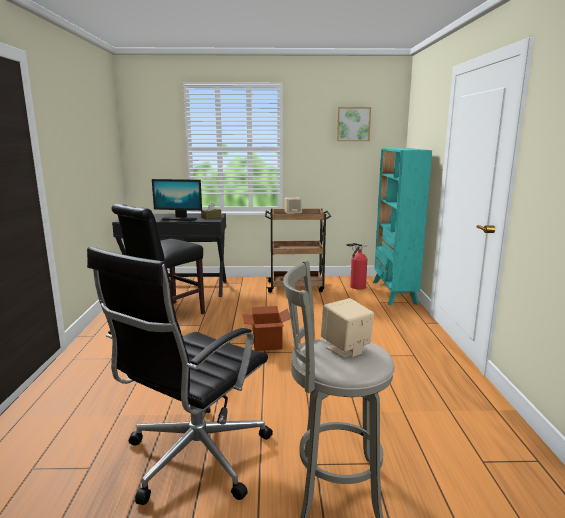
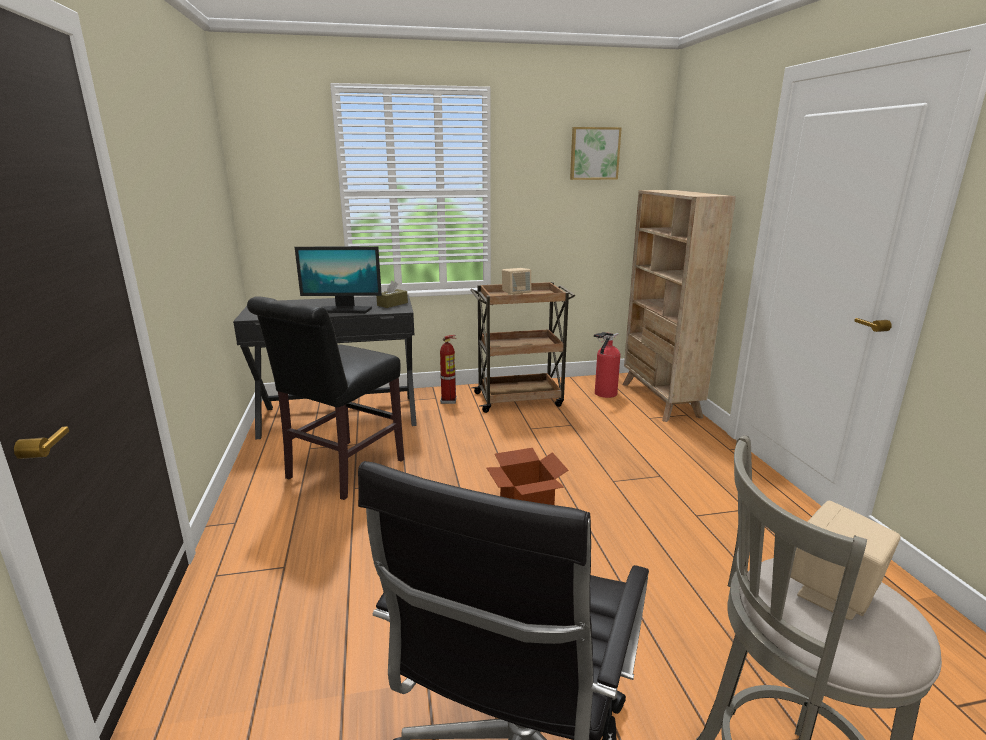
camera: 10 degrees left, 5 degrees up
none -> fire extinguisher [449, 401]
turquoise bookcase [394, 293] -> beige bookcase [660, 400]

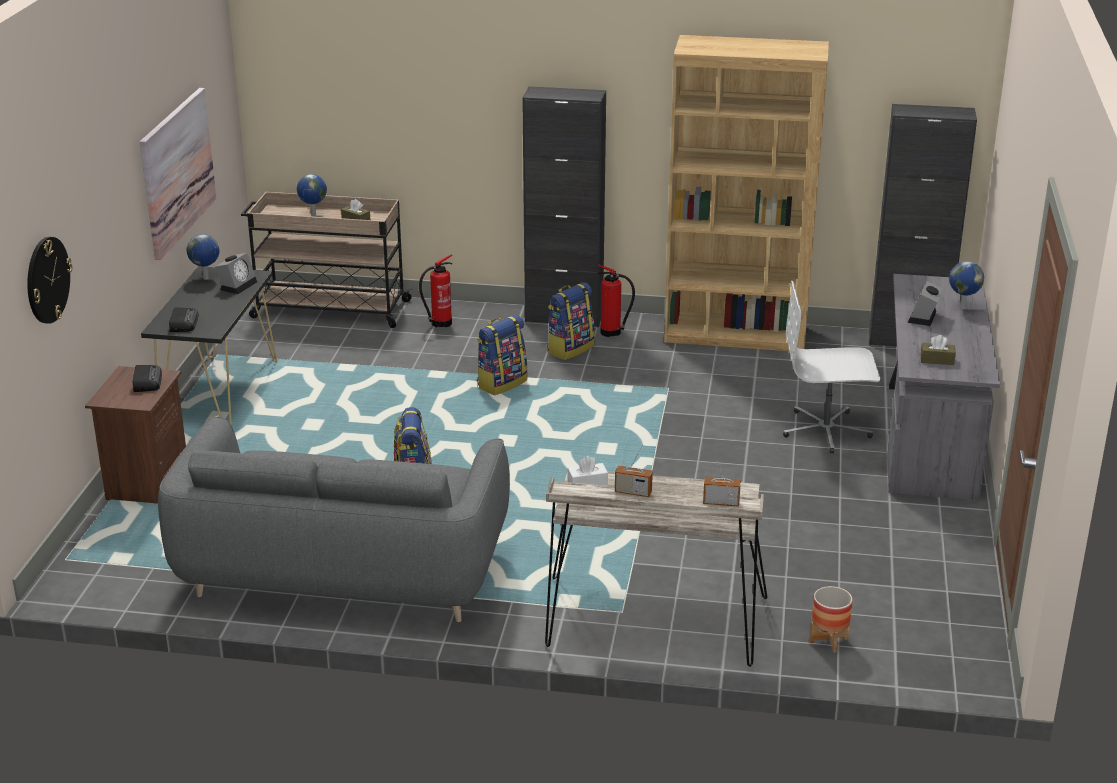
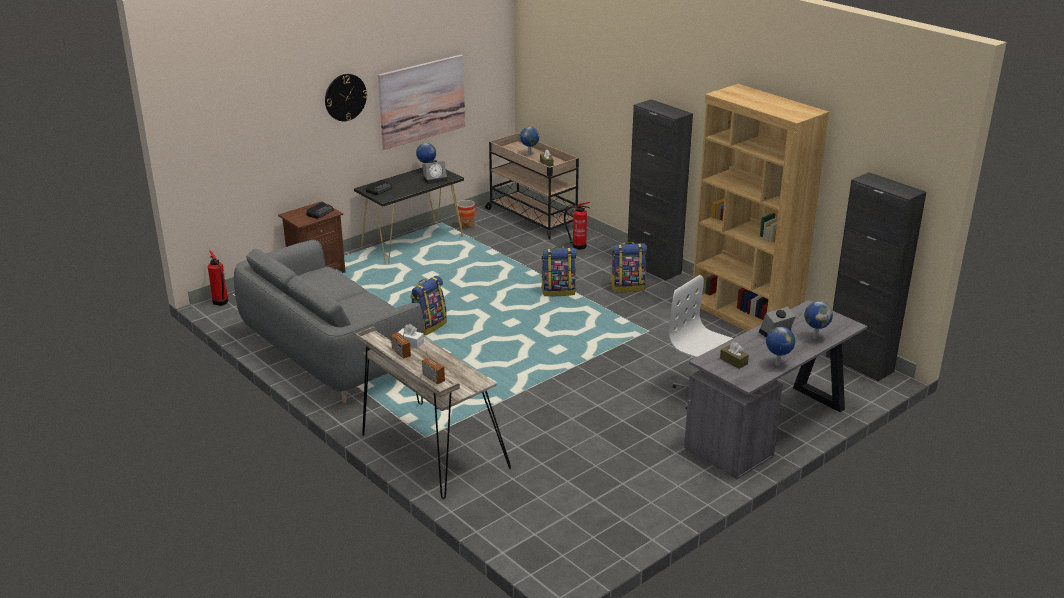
camera: 40 degrees right, 0 degrees up
fire extinguisher [612, 333] -> fire extinguisher [221, 302], moved
wall clock [47, 280] -> wall clock [345, 97], moved
planter [828, 640] -> planter [466, 226], moved
none -> globe [777, 365]

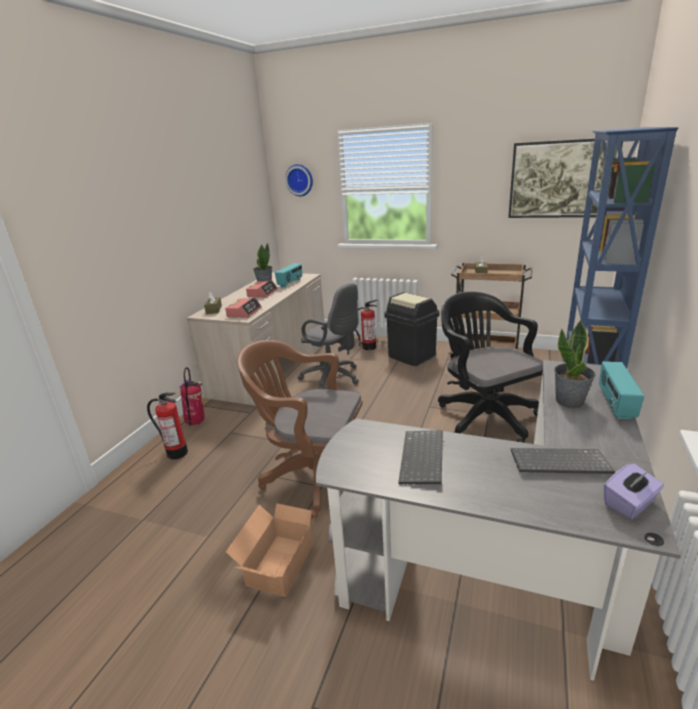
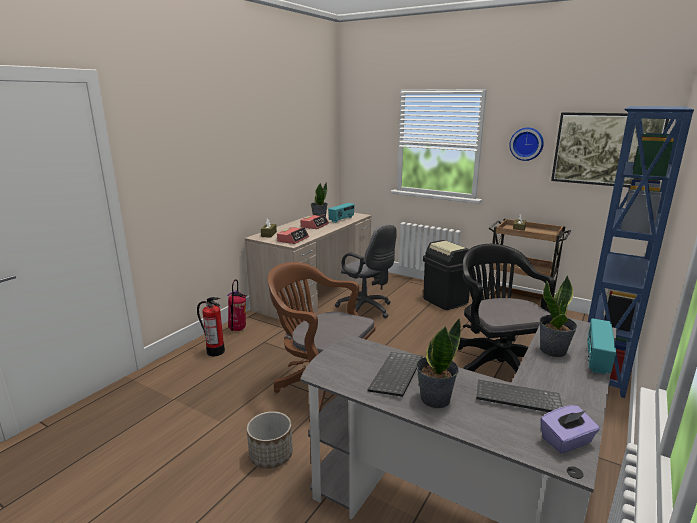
camera: 10 degrees right, 5 degrees down
cardboard box [277, 565] -> planter [270, 455]
none -> potted plant [434, 398]
wall clock [300, 180] -> wall clock [526, 144], moved
fire extinguisher [369, 347] -> none

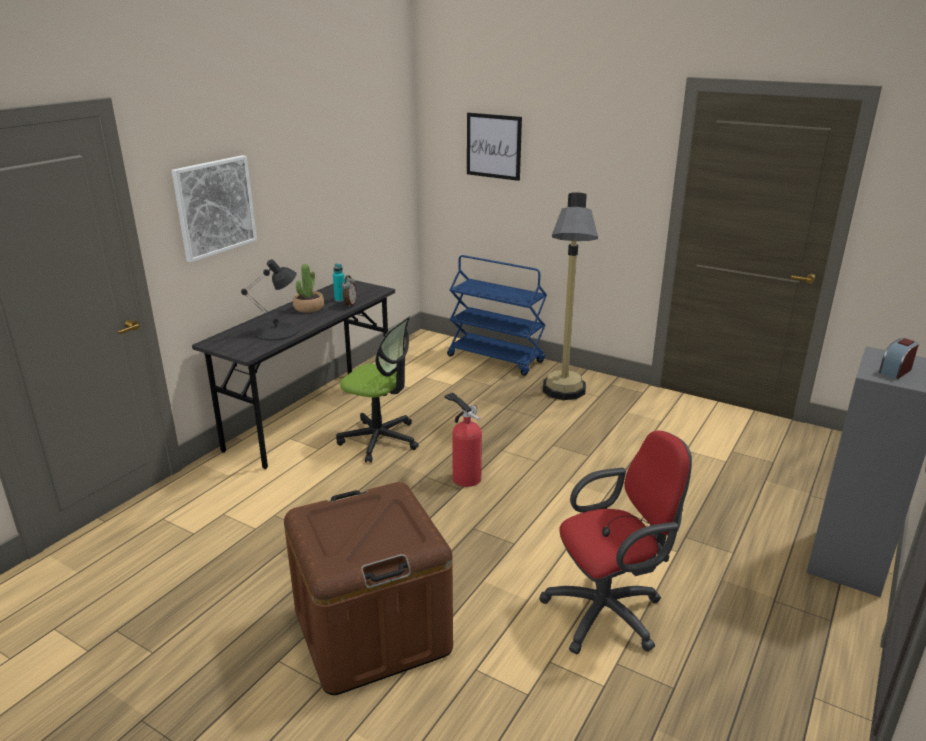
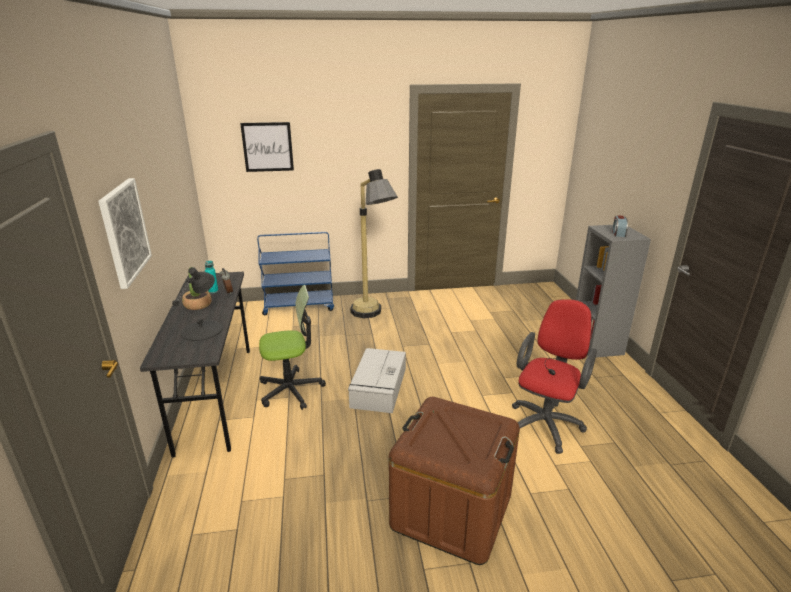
camera: 40 degrees left, 0 degrees up
fire extinguisher [464, 477] -> grey storage box [378, 388]

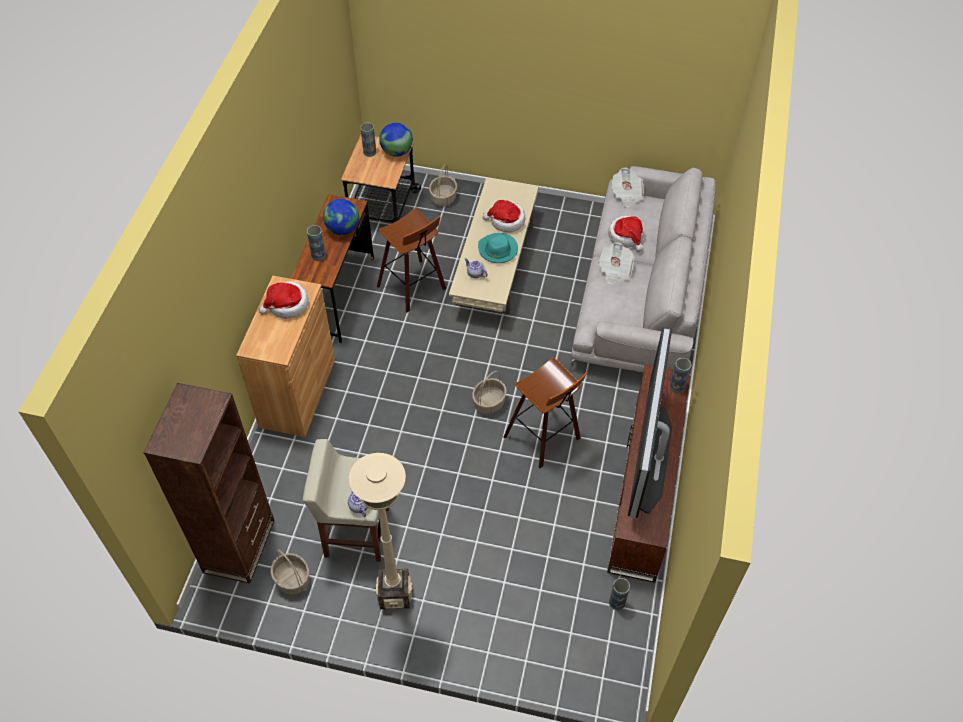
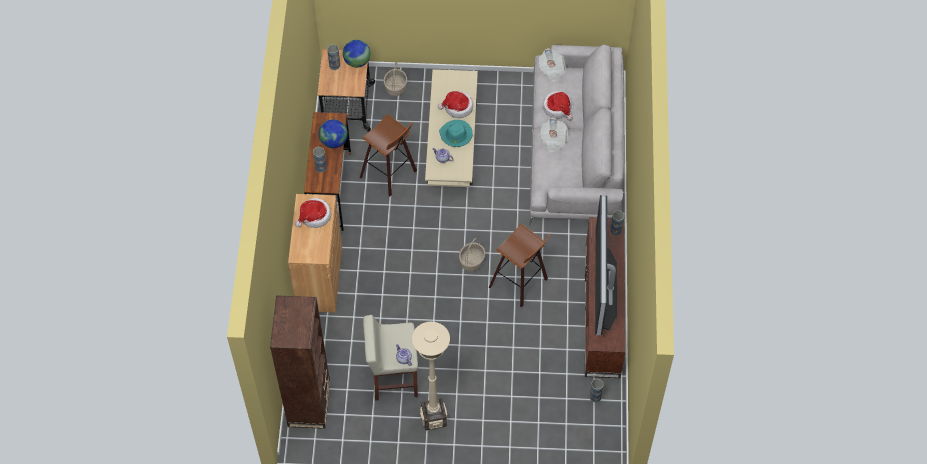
camera: 10 degrees left, 5 degrees up
basket [292, 579] -> none

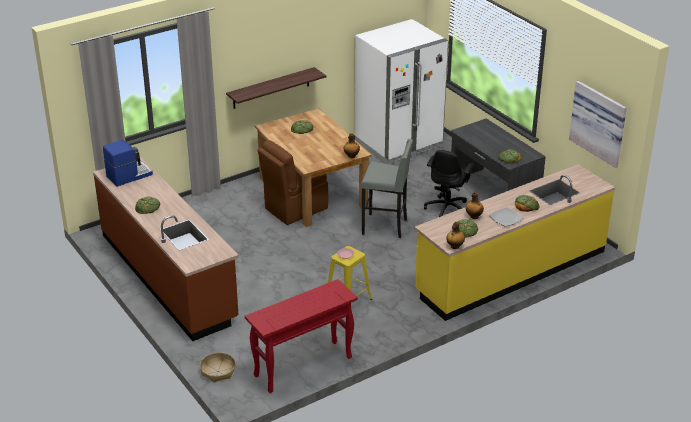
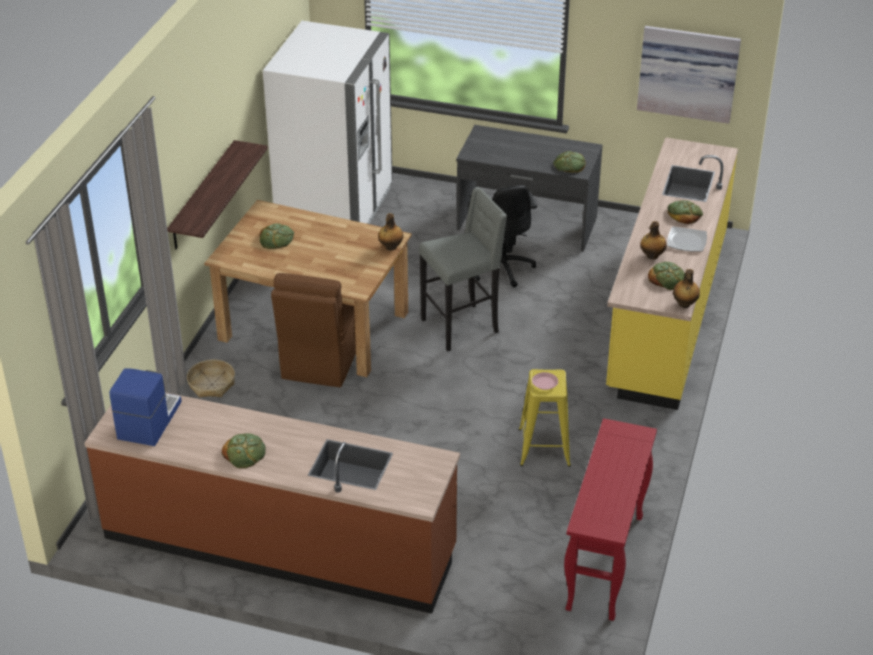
camera: 40 degrees left, 5 degrees up
basket [218, 371] -> basket [212, 385], moved

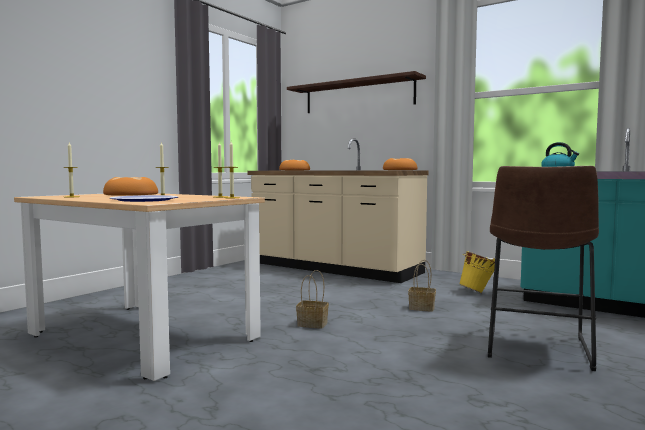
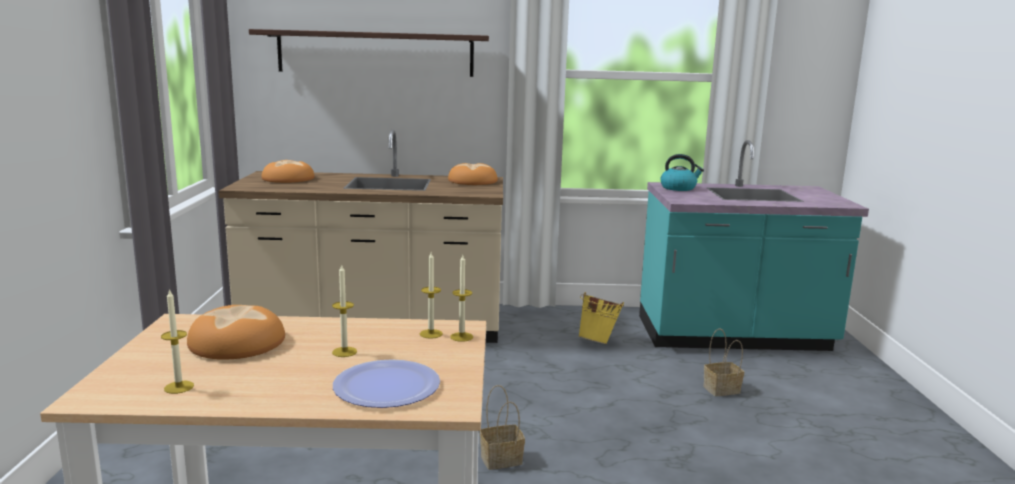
camera: 35 degrees left, 10 degrees up
basket [422, 308] -> basket [722, 389], moved
brown stool [536, 349] -> none

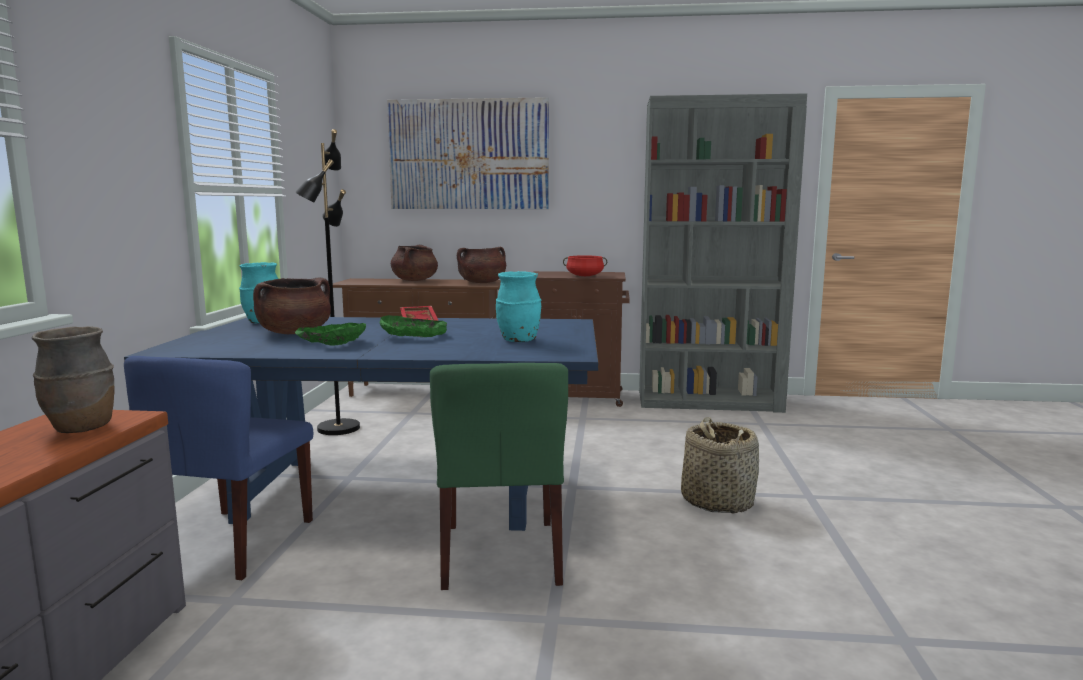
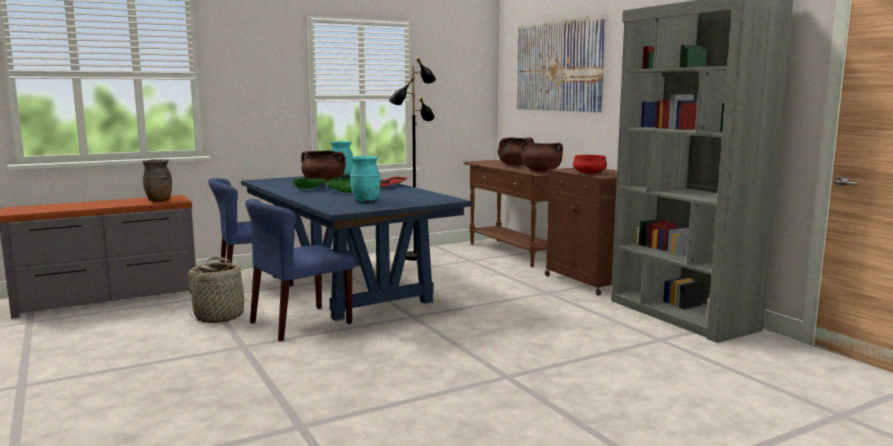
camera: 55 degrees right, 0 degrees up
basket [717, 501] -> basket [220, 316], moved
green chair [501, 554] -> blue chair [300, 323]

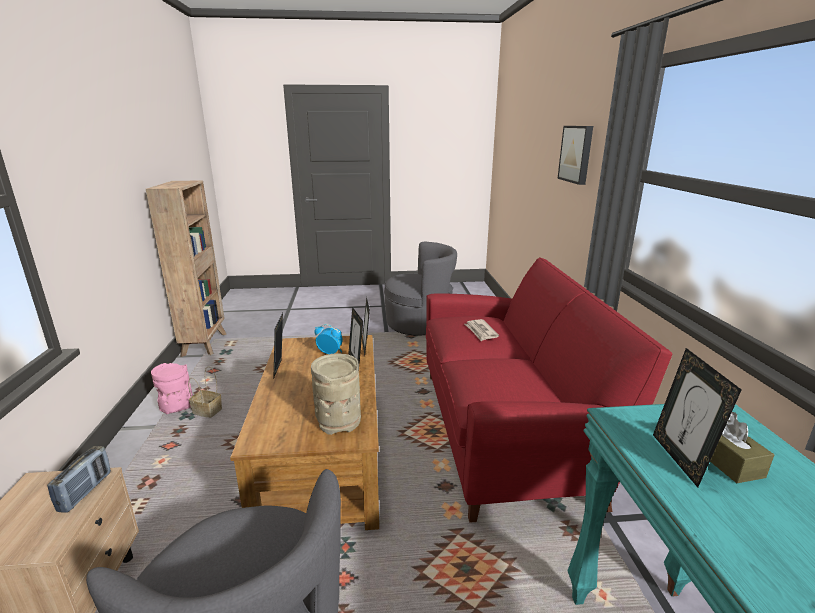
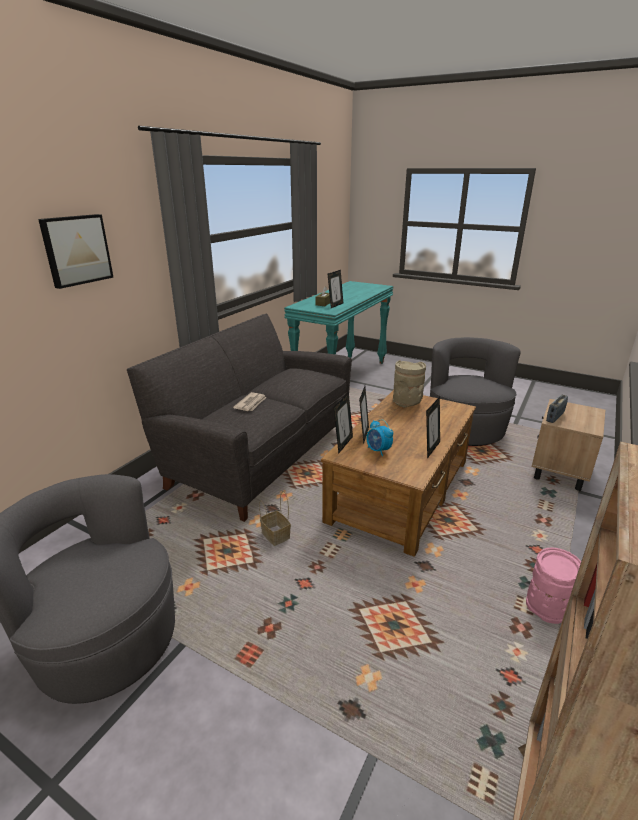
camera: 145 degrees left, 5 degrees up
red sofa [506, 431] -> grey sofa [259, 456]
basket [208, 411] -> basket [274, 536], moved

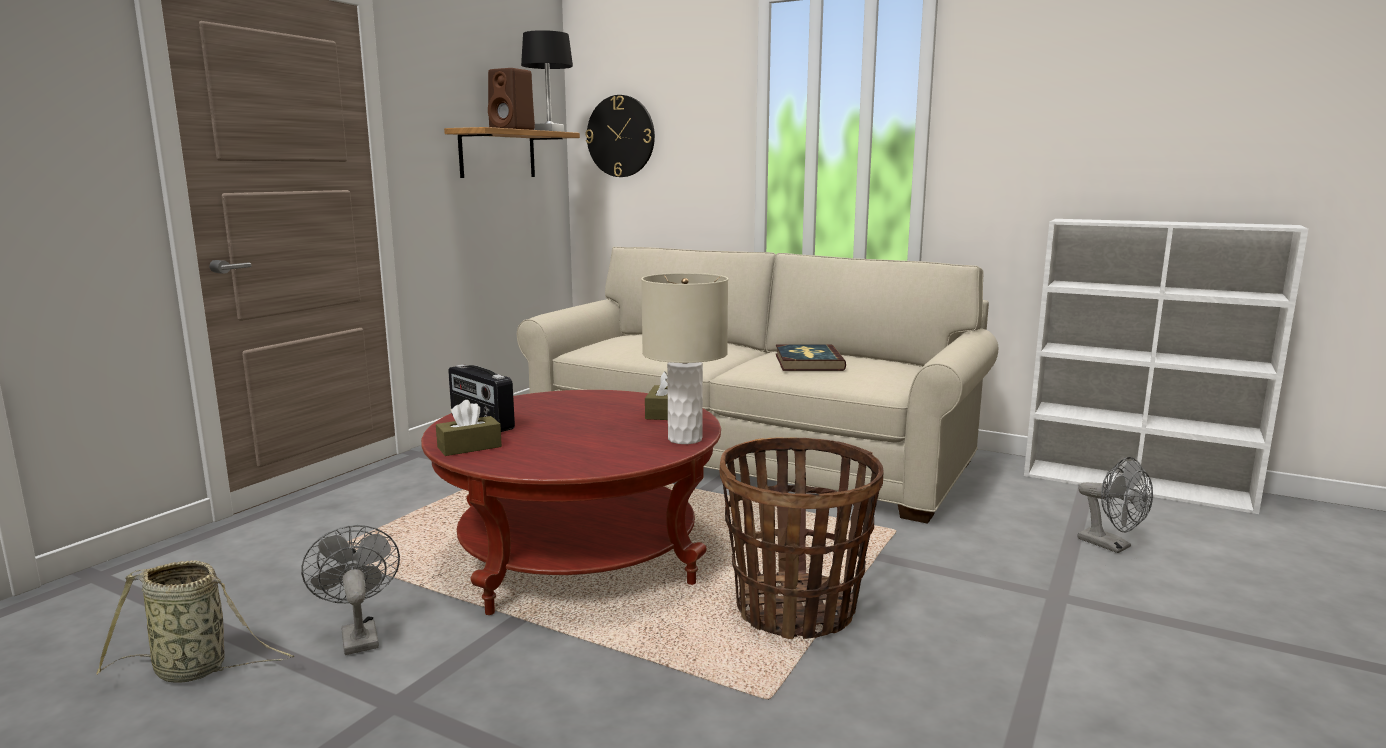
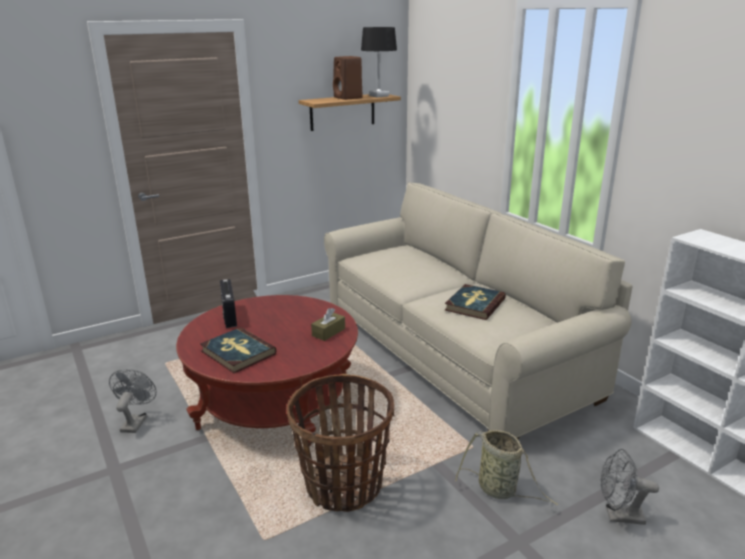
camera: 30 degrees right, 10 degrees up
none -> book [238, 352]
basket [196, 670] -> basket [500, 490], moved
grey fan [1111, 546] -> grey fan [618, 516], 105 degrees clockwise
brown tissue box [469, 447] -> none
wall clock [621, 136] -> none
beige table lamp [685, 439] -> none

